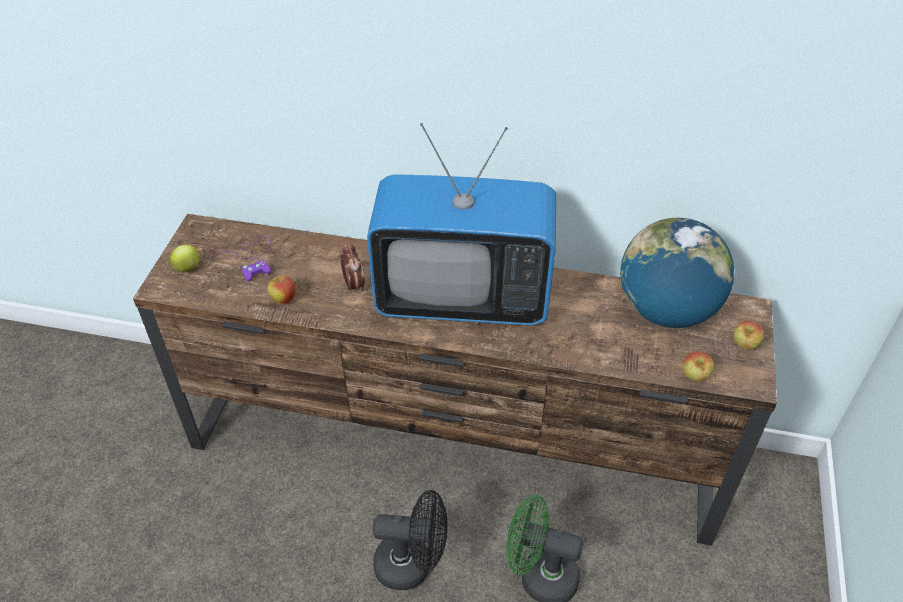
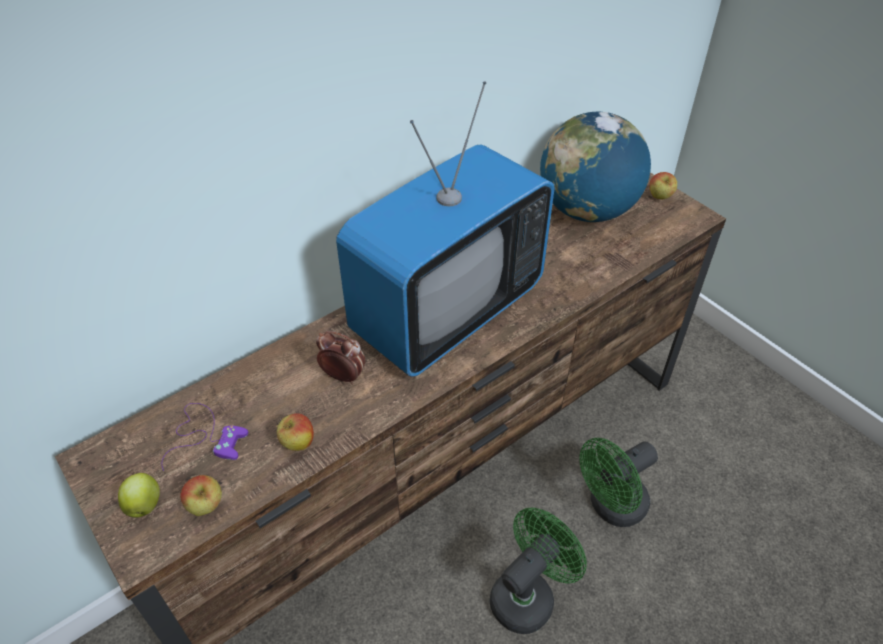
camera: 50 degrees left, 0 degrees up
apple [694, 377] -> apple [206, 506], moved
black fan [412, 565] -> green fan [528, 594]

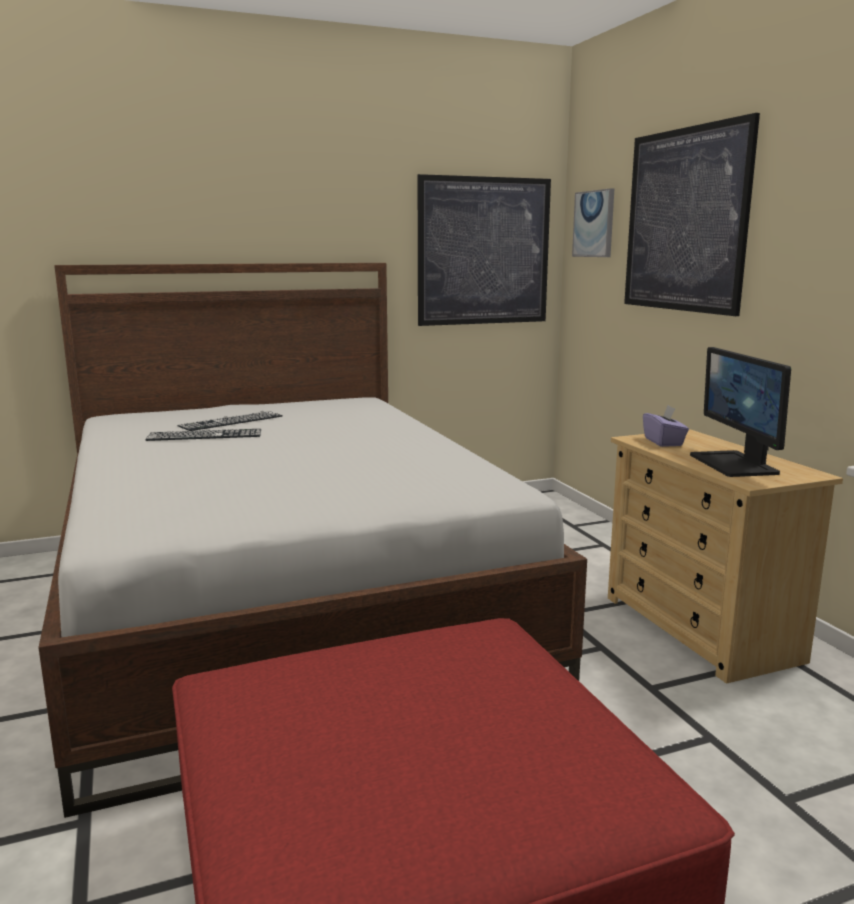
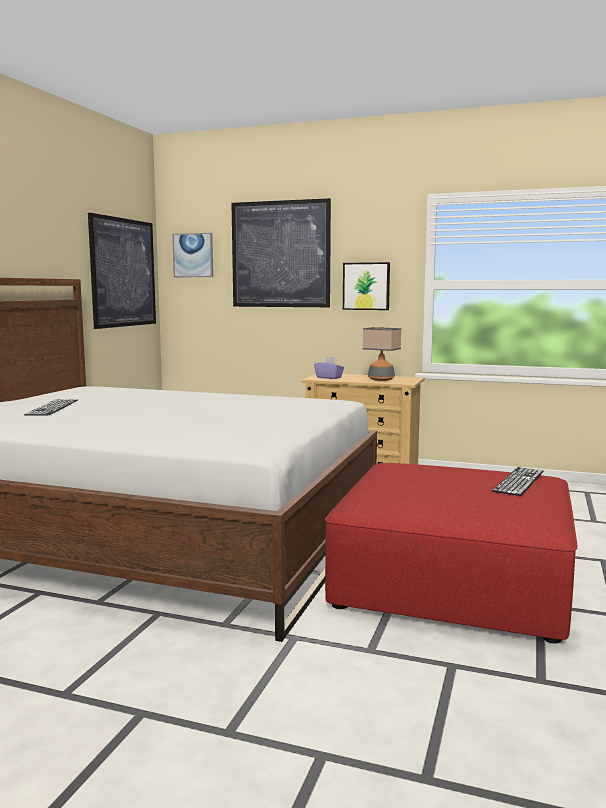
camera: 50 degrees left, 5 degrees down
none -> picture [366, 286]
monitor [735, 464] -> table lamp [381, 379]
keyboard [205, 435] -> keyboard [519, 481], moved

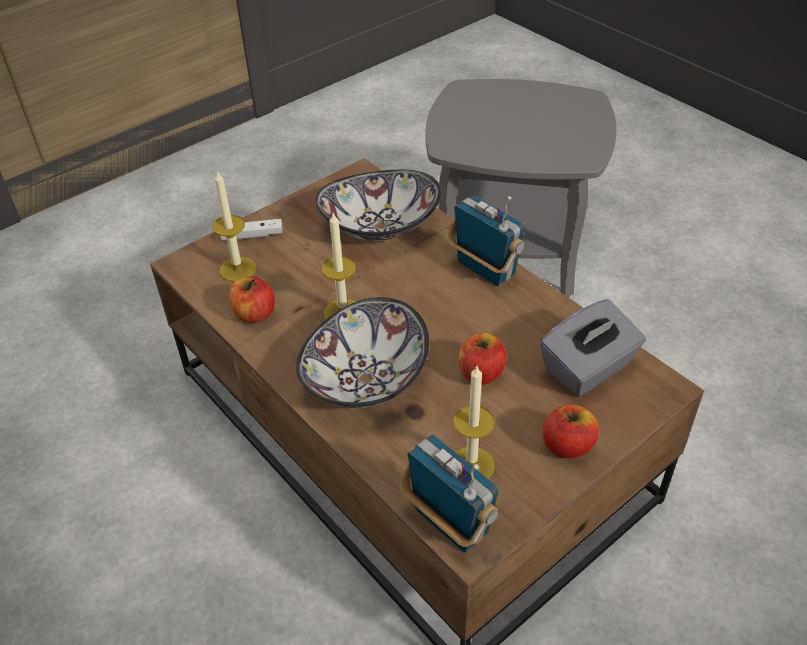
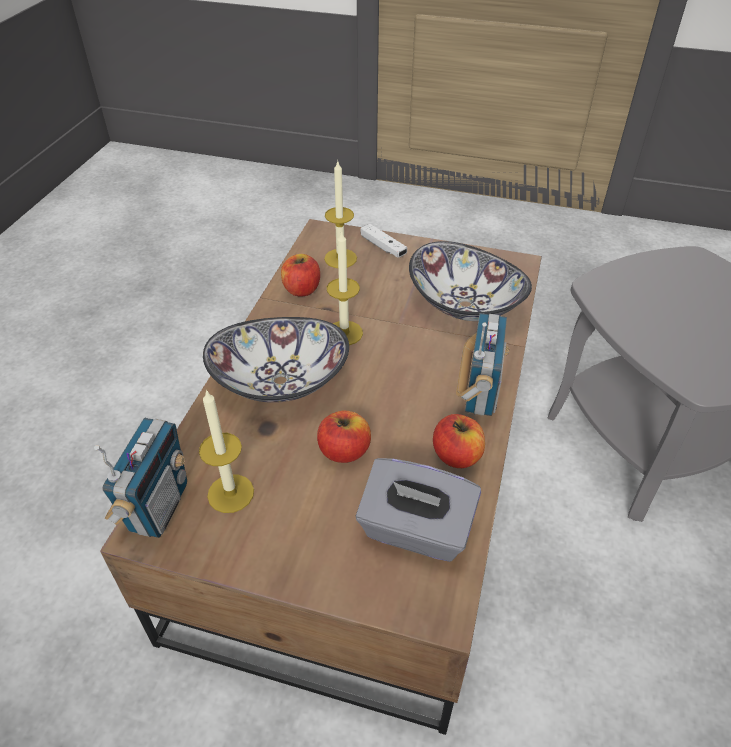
camera: 55 degrees right, 0 degrees up
apple [567, 445] -> apple [456, 455], moved

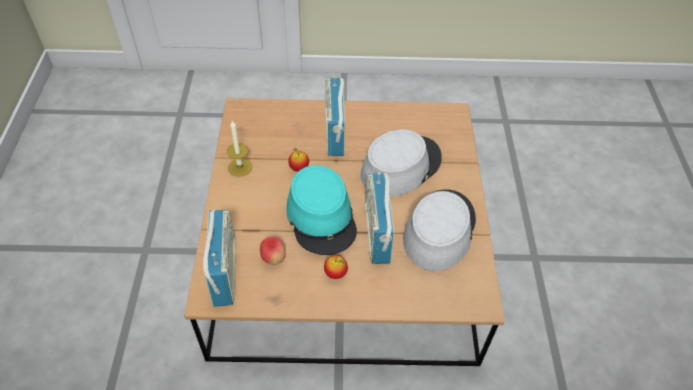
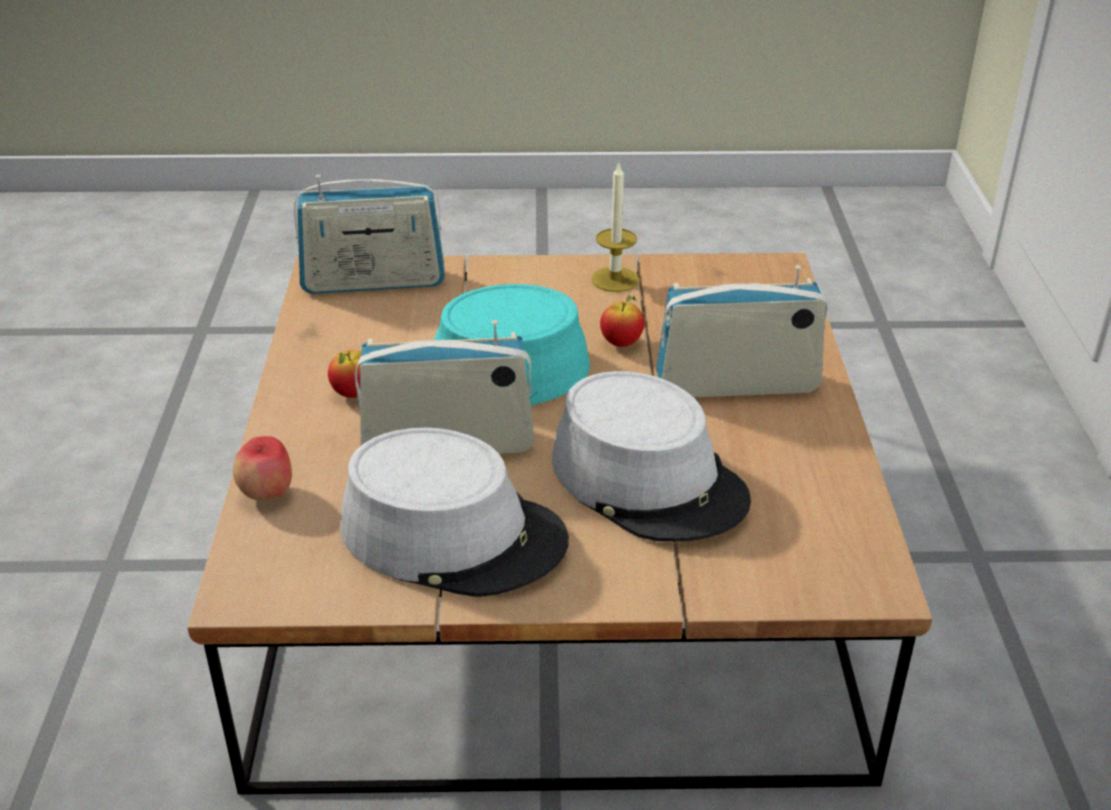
camera: 90 degrees right, 15 degrees down
apple [273, 259] -> apple [267, 494], moved

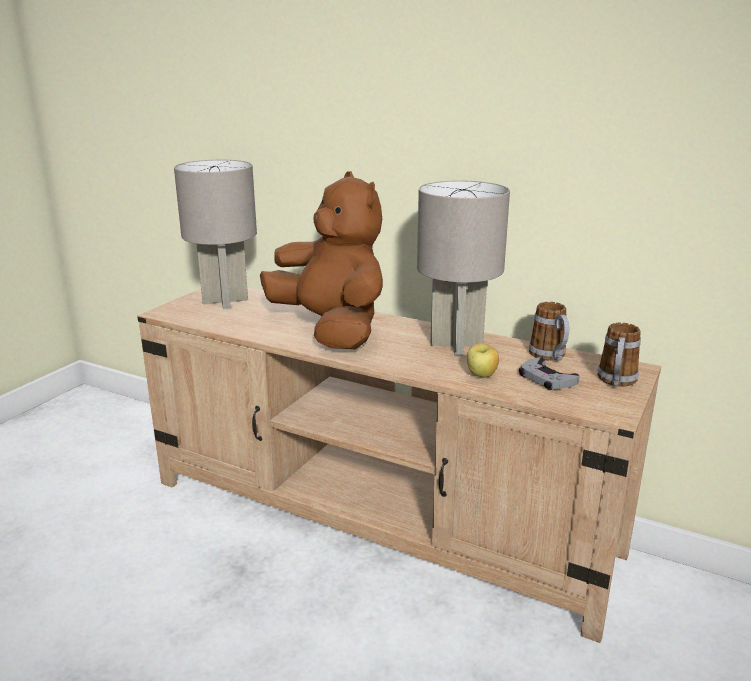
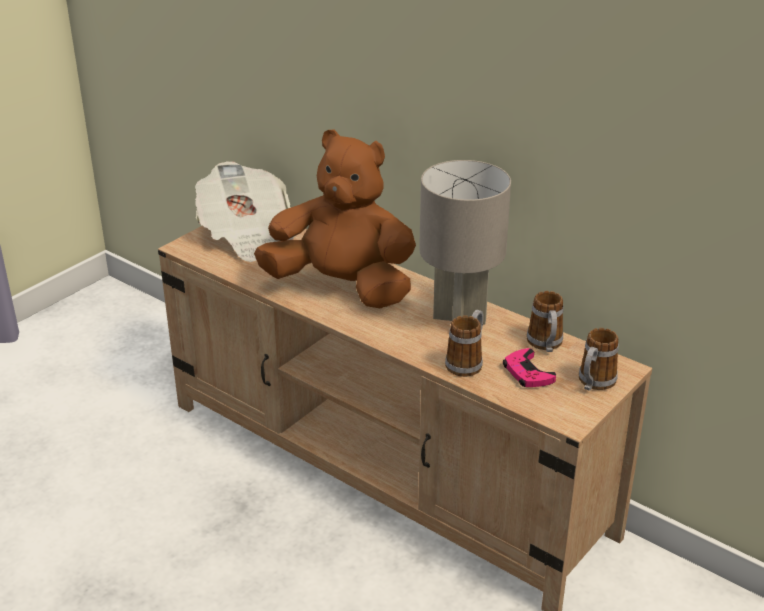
camera: 10 degrees right, 10 degrees up
grey table lamp [226, 301] -> newspaper [247, 236]
brown plush toy [331, 330] -> brown plush toy [342, 287], 45 degrees counterclockwise
apple [481, 375] -> mug [467, 362]
grey game controller [546, 379] -> pink game controller [527, 373]

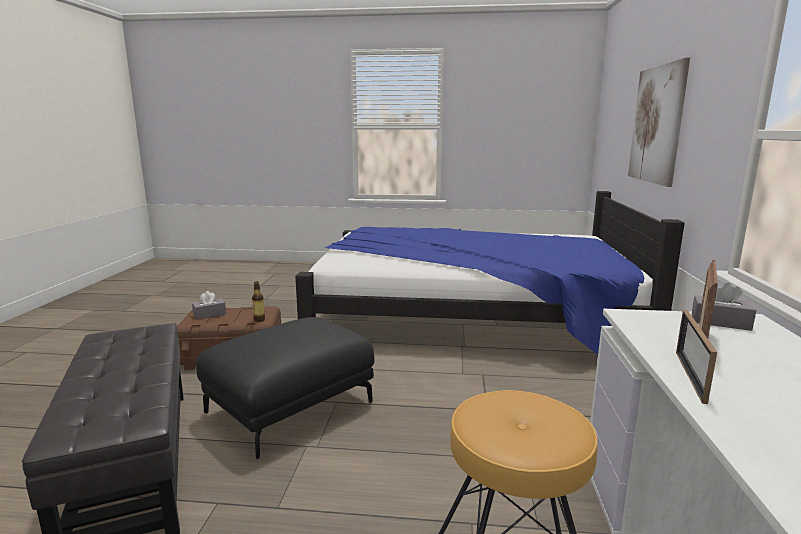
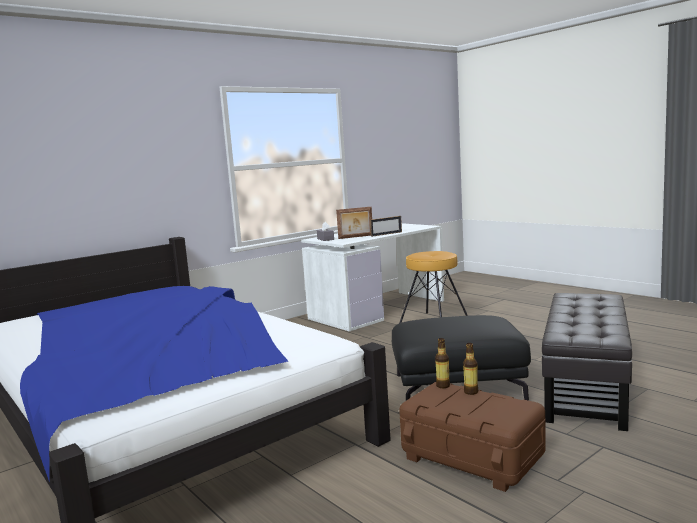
camera: 135 degrees left, 5 degrees down
none -> bottle [471, 392]
grey tissue box [209, 314] -> none
picture [656, 124] -> none

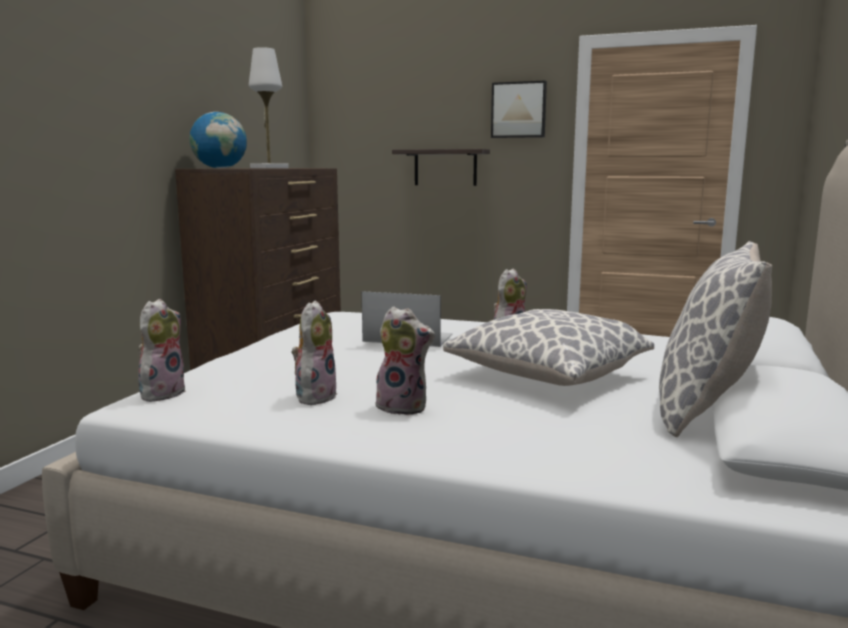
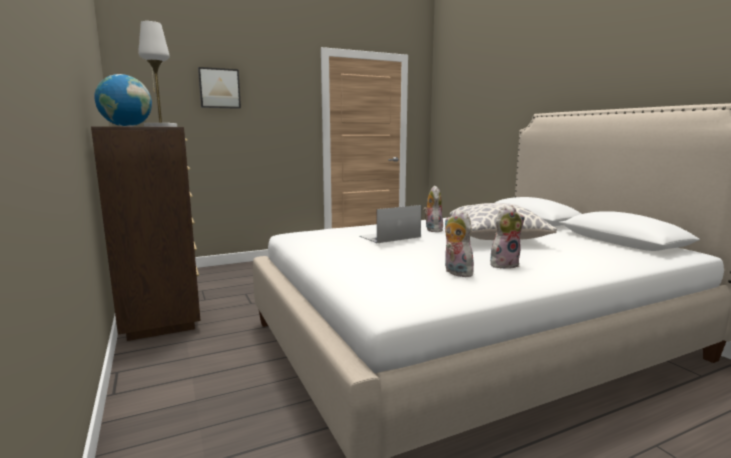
camera: 45 degrees left, 0 degrees up
picture [519, 110] -> picture [219, 88], moved
plush toy [162, 393] -> none
shelf [445, 167] -> none
pillow [705, 411] -> none

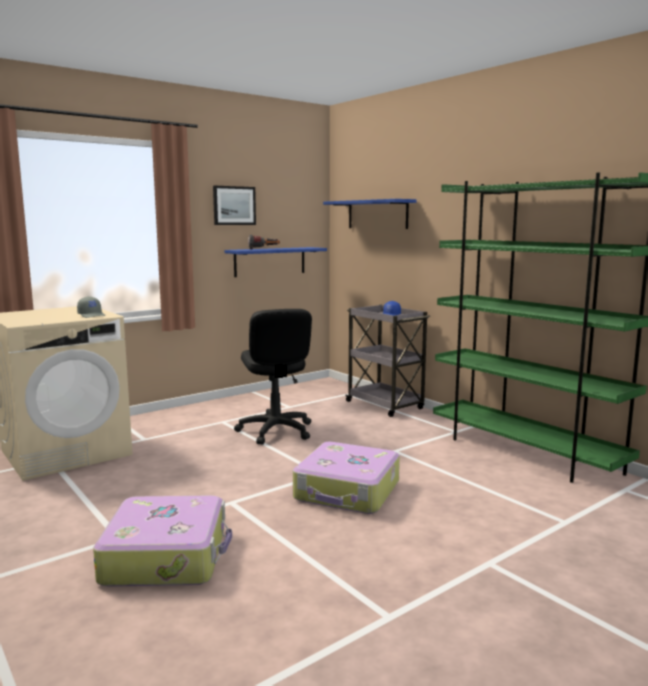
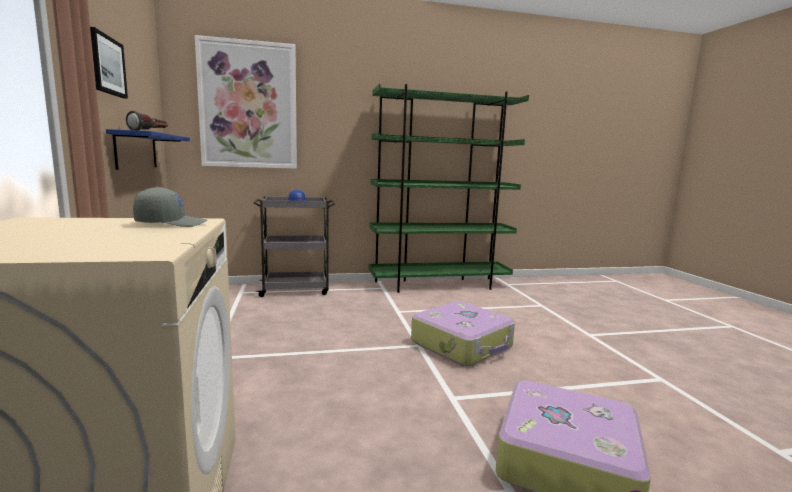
camera: 65 degrees left, 0 degrees up
blue shelf [377, 214] -> picture [248, 105]
black office chair [275, 431] -> none

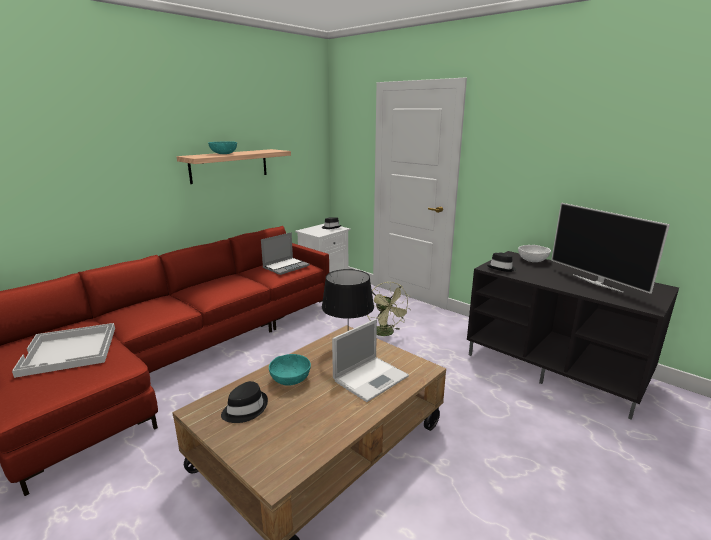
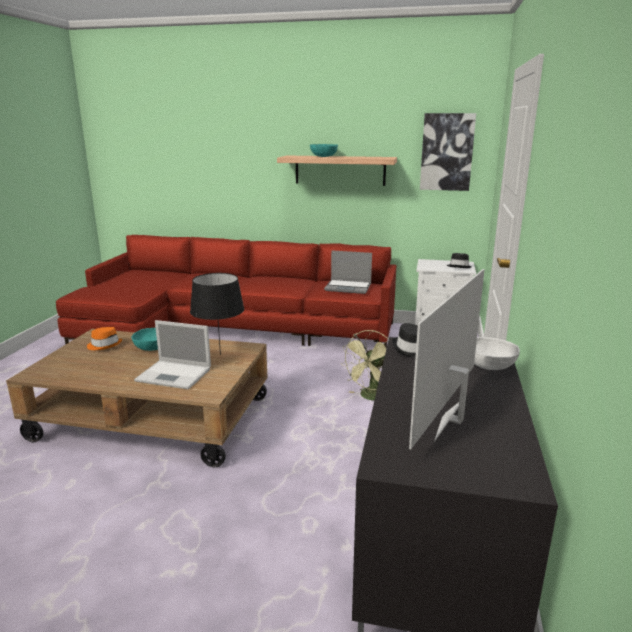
camera: 60 degrees right, 0 degrees up
black hat [245, 409] -> orange hat [104, 345]
none -> picture [447, 152]
white tray [70, 351] -> none

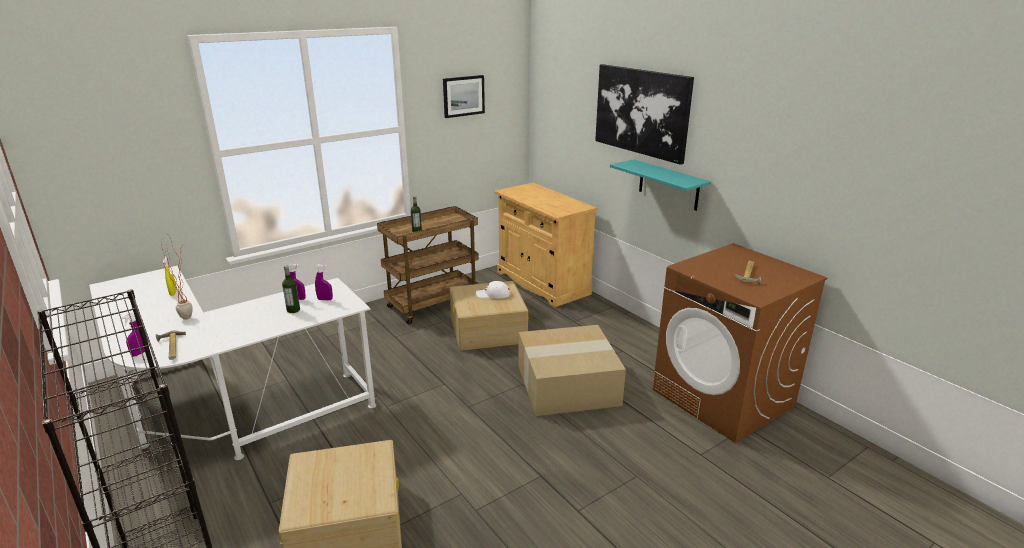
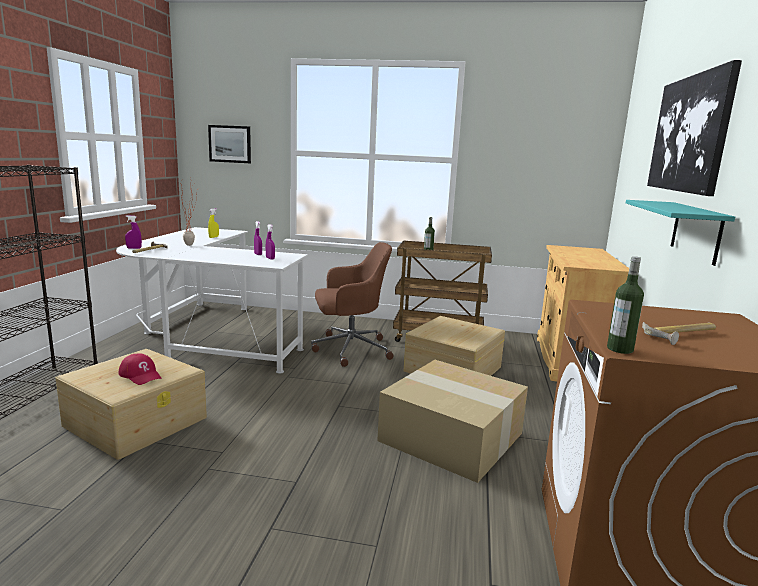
camera: 45 degrees right, 10 degrees down
none -> red cap [140, 375]
picture [463, 96] -> picture [230, 144], moved
none -> brown office chair [349, 349]
bottle [293, 310] -> bottle [620, 349], moved
white cap [493, 294] -> none

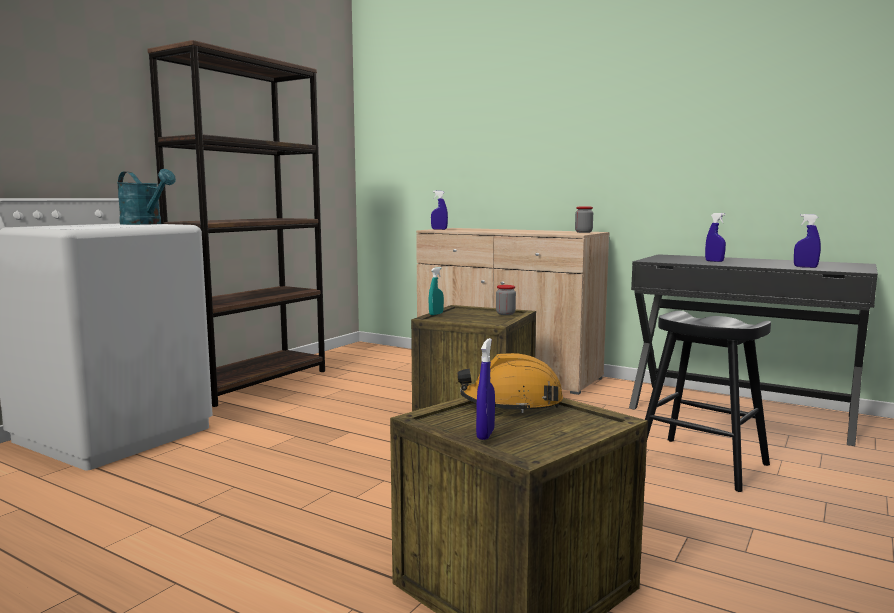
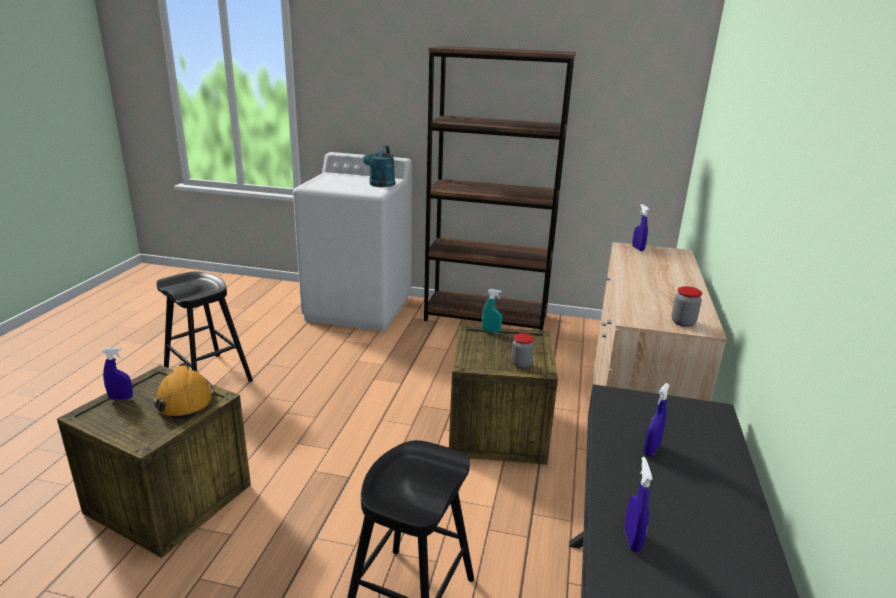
camera: 70 degrees right, 15 degrees up
none -> black stool [208, 377]

